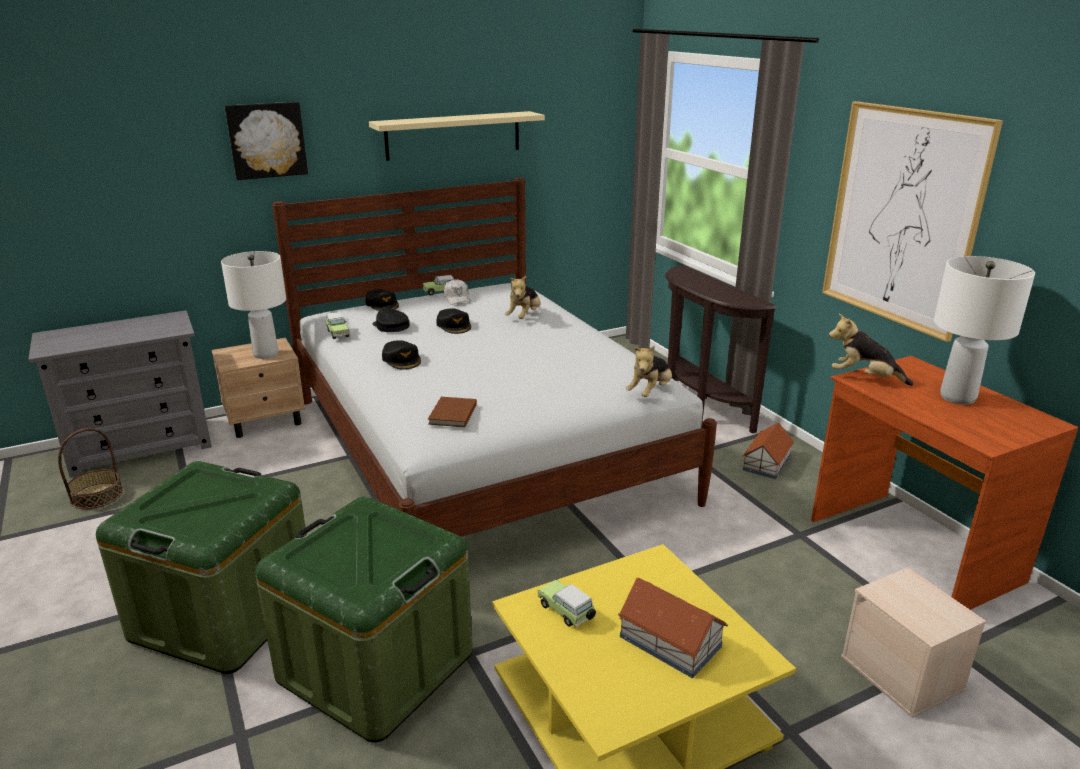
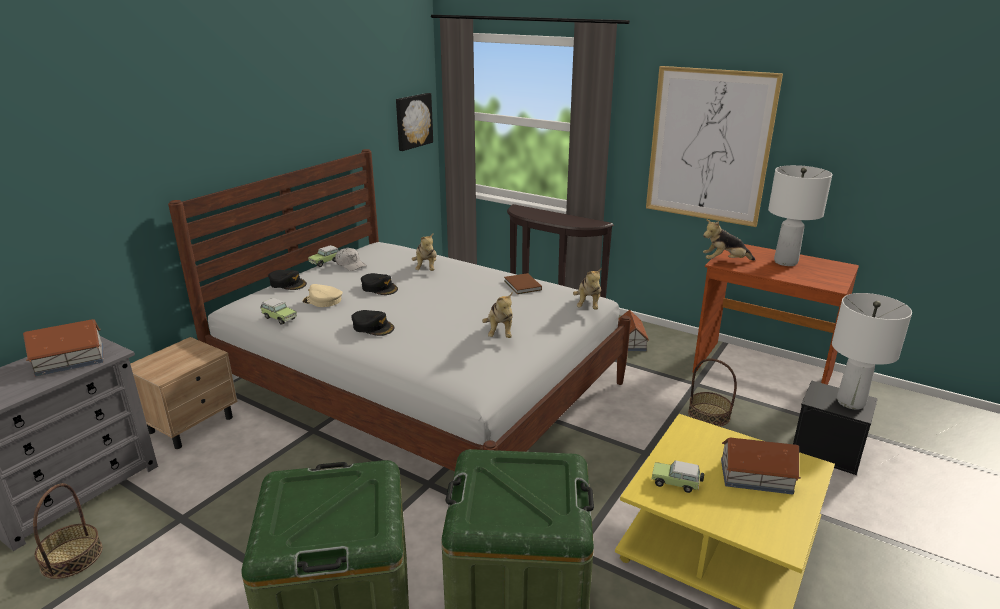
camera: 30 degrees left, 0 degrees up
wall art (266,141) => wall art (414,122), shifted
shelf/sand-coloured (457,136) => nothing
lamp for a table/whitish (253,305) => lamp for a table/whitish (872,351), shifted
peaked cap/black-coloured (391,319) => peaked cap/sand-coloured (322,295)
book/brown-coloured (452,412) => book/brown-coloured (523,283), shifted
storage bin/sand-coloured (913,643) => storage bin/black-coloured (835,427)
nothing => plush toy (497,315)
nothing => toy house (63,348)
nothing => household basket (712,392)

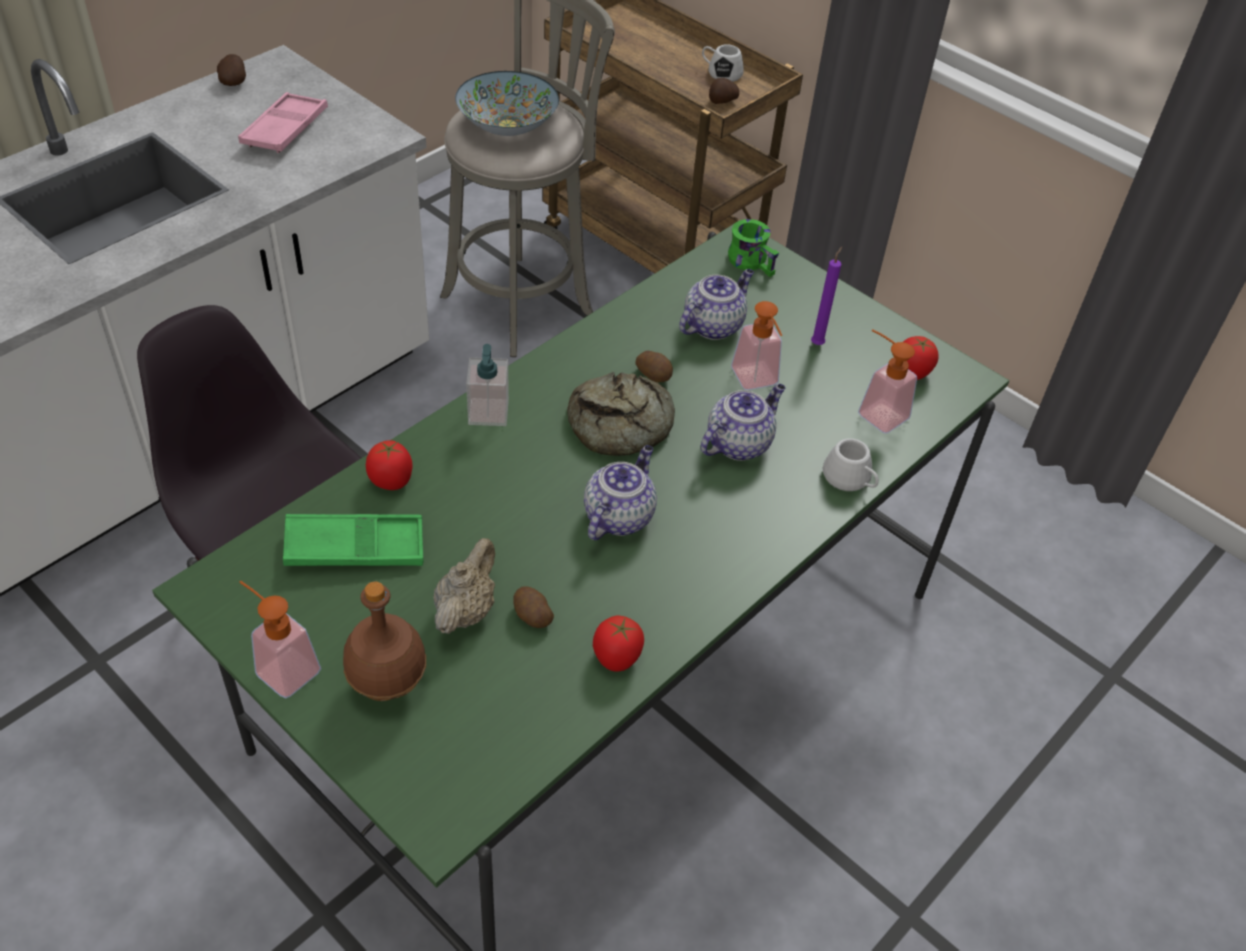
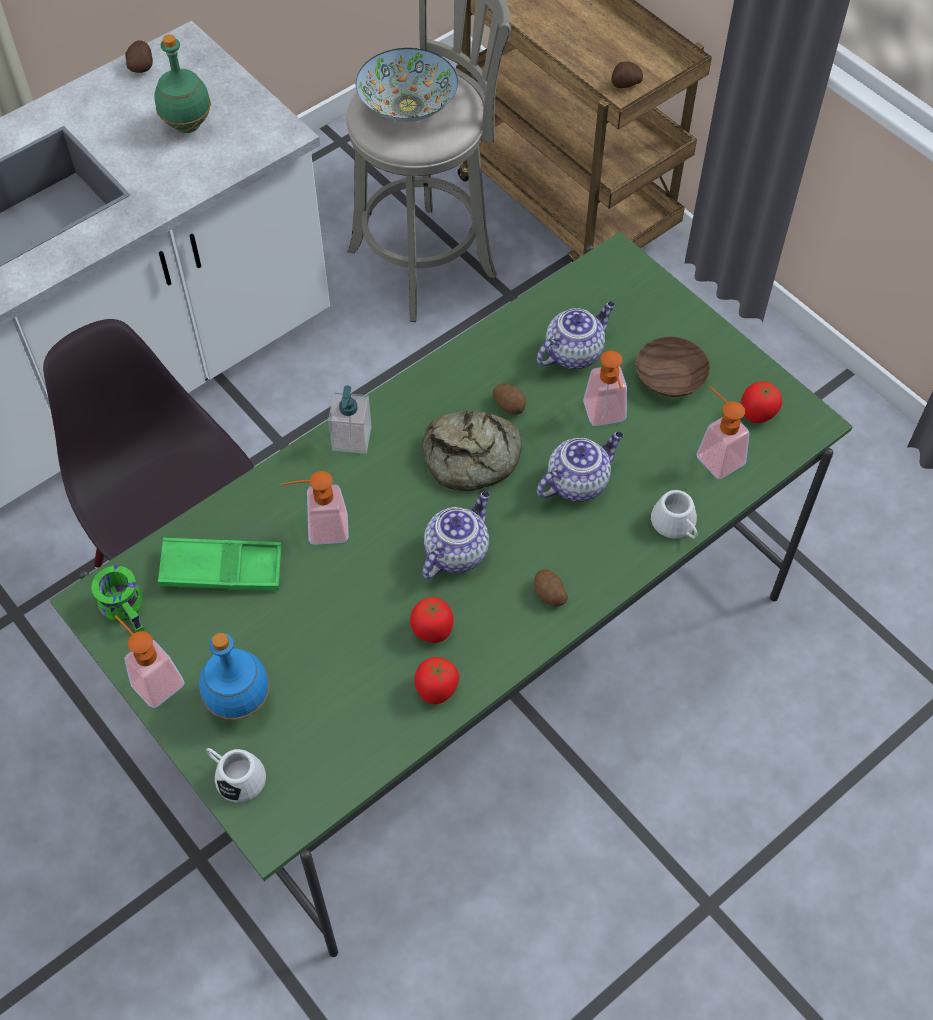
camera: 10 degrees right, 10 degrees up
tea mug/whitish (723,63) => tea mug/whitish (236,775), shifted
tray/pink-coloured (283,122) => bottle/greenish (182,83)
tea mug/greenish (753,248) => tea mug/greenish (117,599), shifted
wax candle/purplish (826,295) => bowl/brown-coloured (672,367)
whole tomato (389,465) => whole tomato (432,620), shifted
pot for tea/sand-coloured (464,586) => nothing
bottle/brown-coloured (384,641) => bottle/bluish (234,676)
whole potato (533,607) => whole potato (551,588), shifted
nothing => soap bottle (315,508)

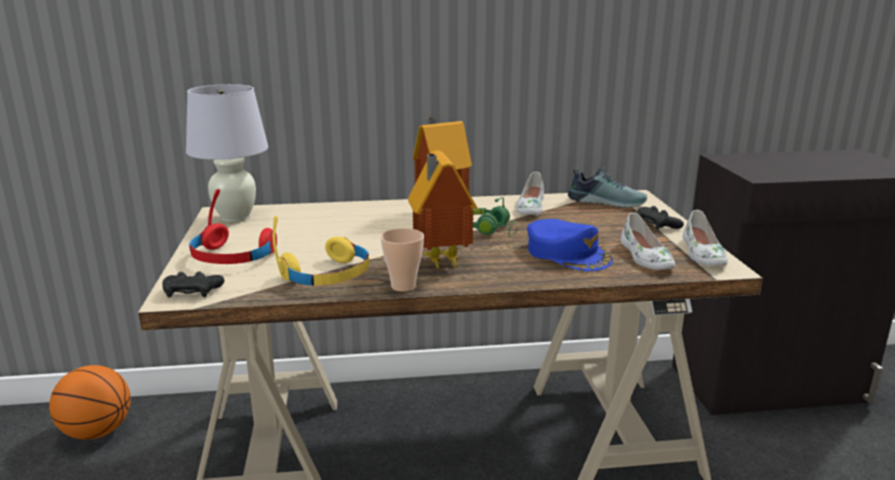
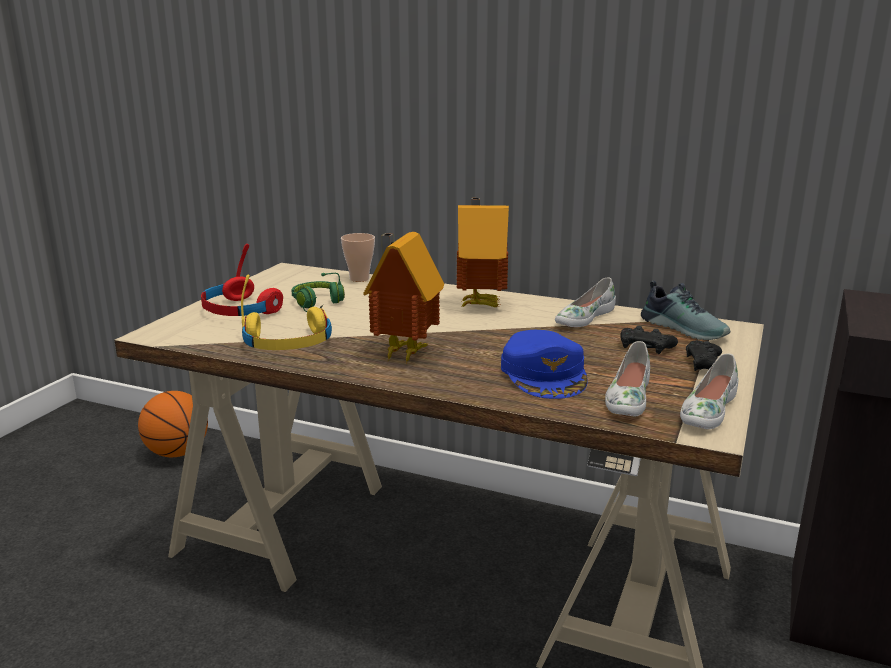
camera: 30 degrees right, 0 degrees up
lamp for a table/whitish (227,153) => nothing
headphones/greenish (495,217) => headphones/greenish (318,292), shifted
drinking cup (402,260) => drinking cup (358,257), shifted
joypad/black-coloured (193,285) => joypad/black-coloured (649,340), shifted

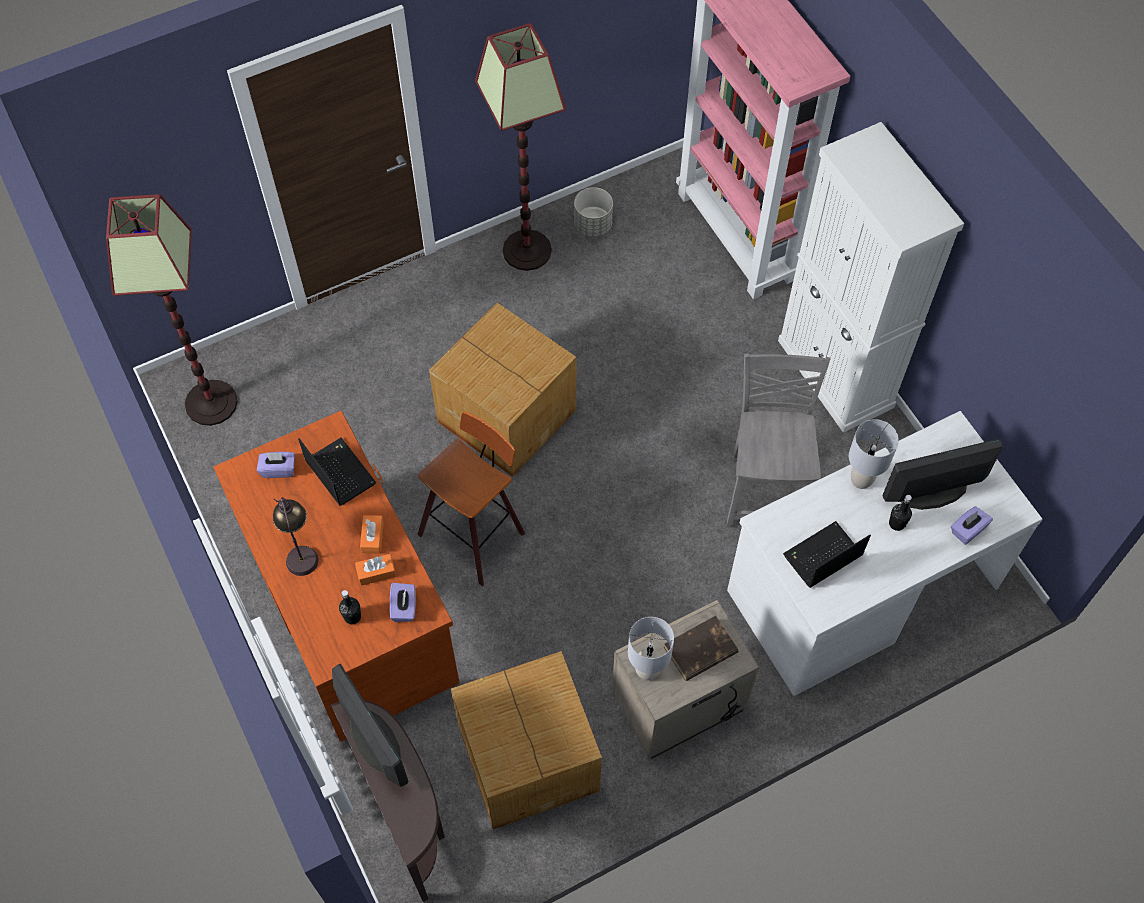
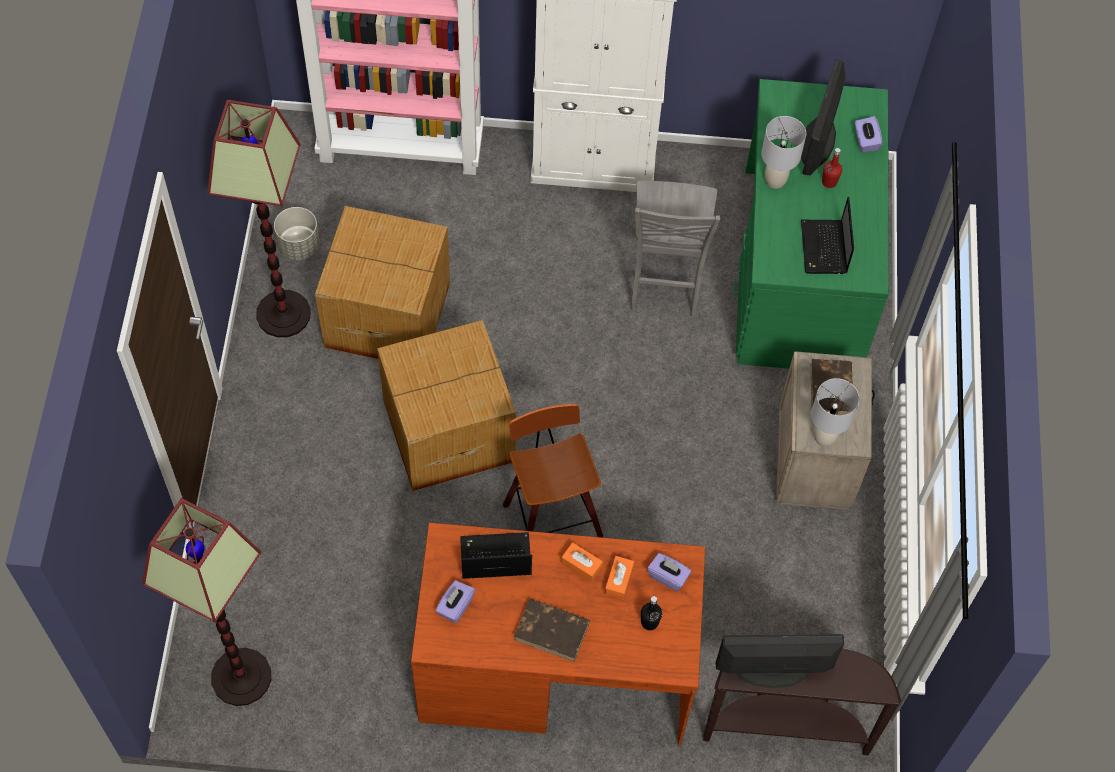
camera: 60 degrees left, 0 degrees up
plain chair/gray (778,440) => plain chair/gray (675,249), 120 degrees counterclockwise
desk unit/whitish (885,553) => desk unit/greenish (811,224)
bottle/black-coloured (900,513) => bottle/reddish (832,168)
lamp for a table (296,536) => book/brown-coloured (552,630)
carton (526,740) => carton (382,282), shifted

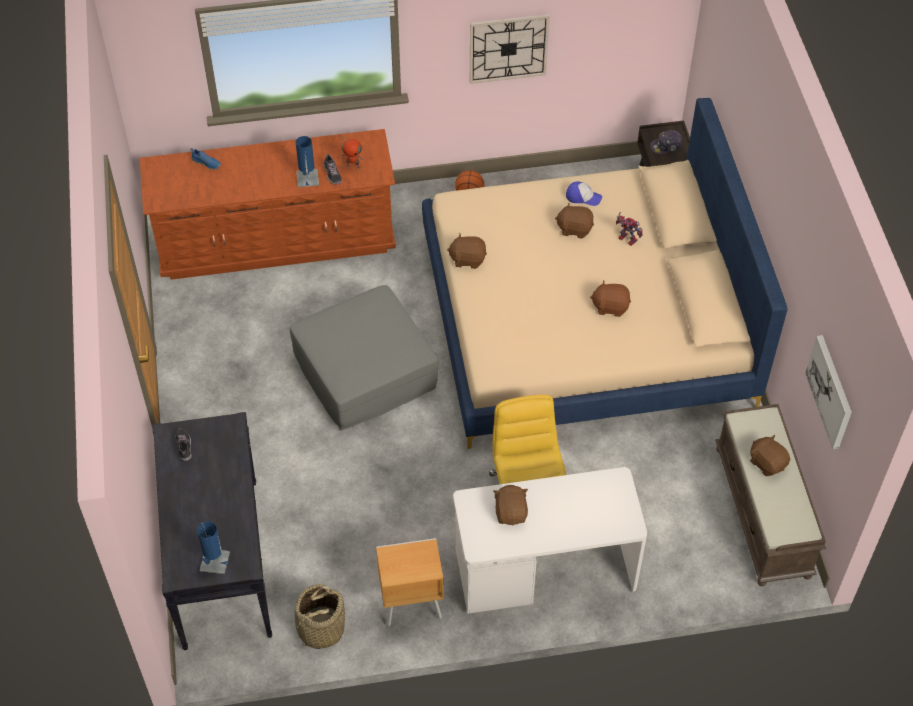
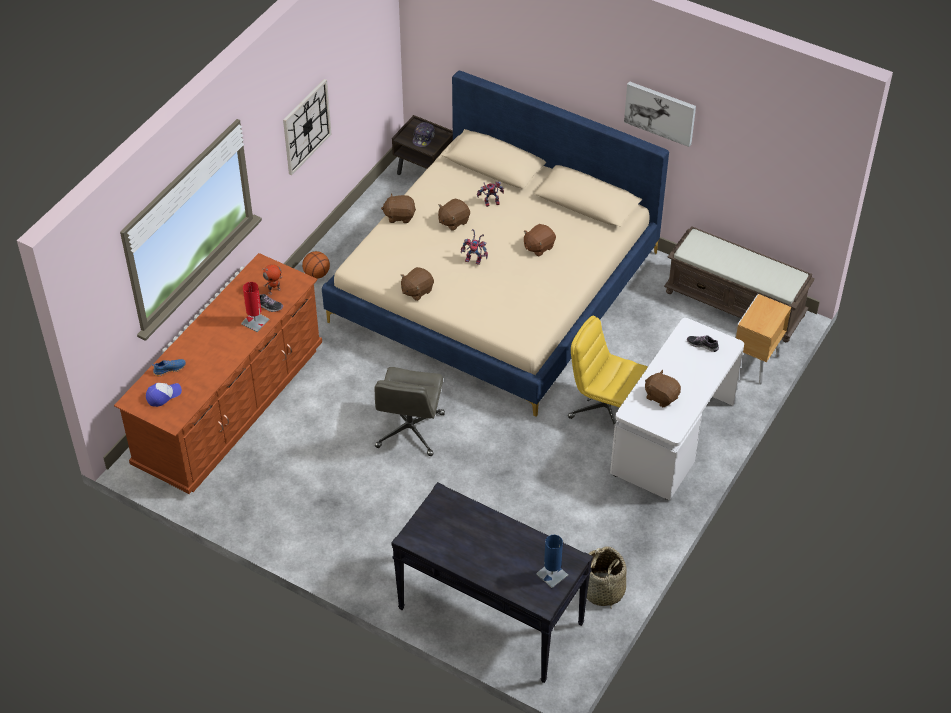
camera: 50 degrees left, 5 degrees down
lamp for a table/bluish (307,161) => lamp for a table/reddish (255,307)
peaked cap (584,193) => peaked cap (164,395), shifted
footrest/gray (364,358) => office chair/gray (409,411)
wall art (828,392) => wall art (660,114), shifted
low shoe (184,445) => low shoe (703,343), shifted
plush toy/brown-coloured (770,455) => plush toy/brown-coloured (398,208), shifted
night table/brown-coloured (410,582) => night table/brown-coloured (763,339), shifted
nothing => toy robot (474,247)

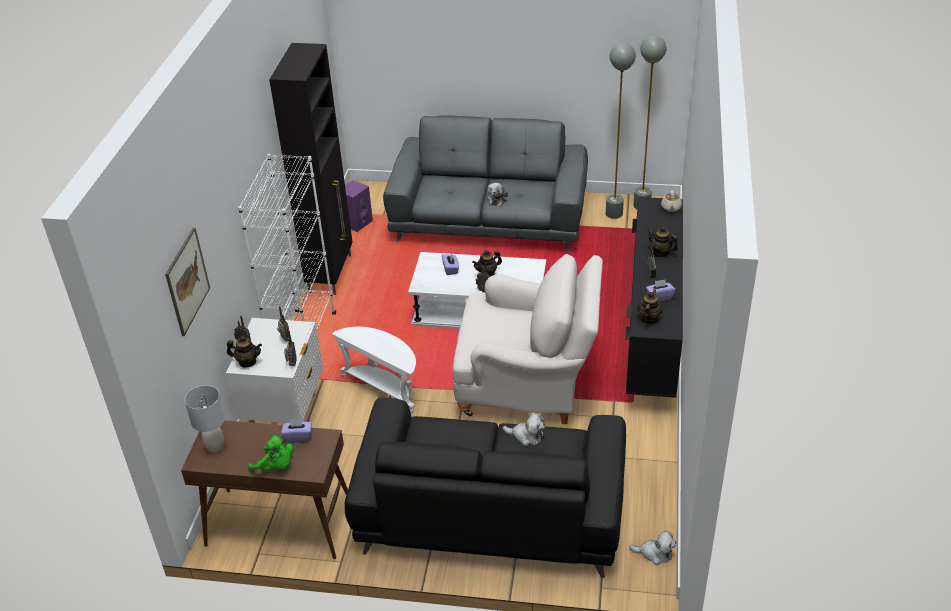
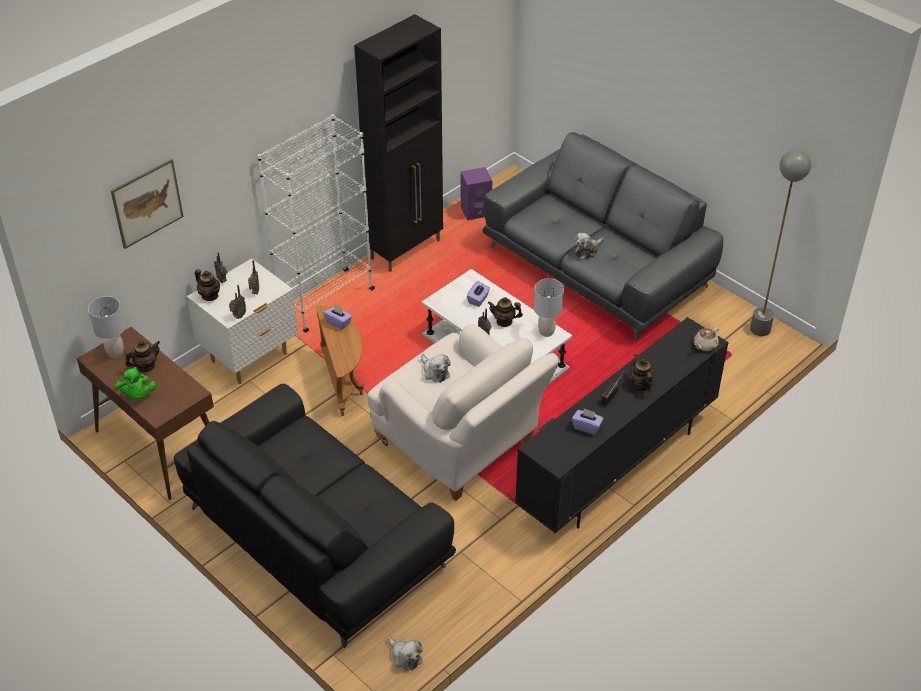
camera: 35 degrees right, 5 degrees up
standing lamp/gray (621,131) => nothing
pot for tea (650,306) => pot for tea (142,356), shifted
end table/whitish (374,371) => end table/brown-coloured (339,360)
plush toy (524,429) => plush toy (436,368), shifted
box of tissues/purplish (296,431) => box of tissues/purplish (337,317), shifted
nothing => lamp for a table/gray (549,307)

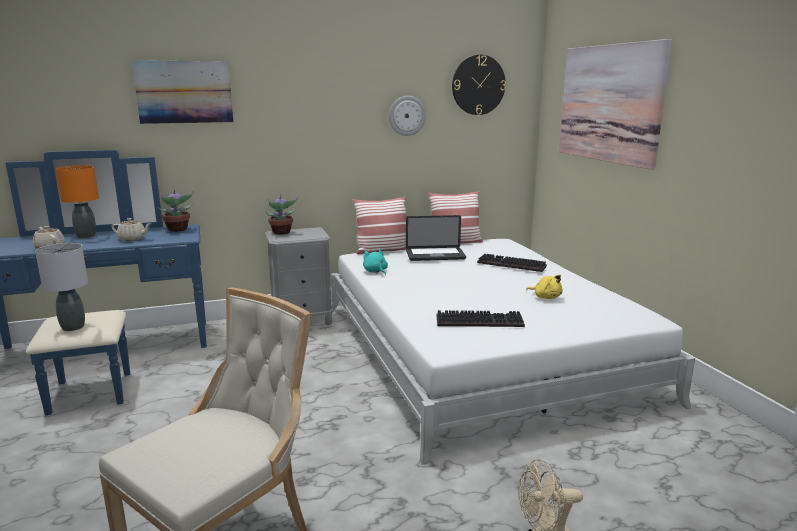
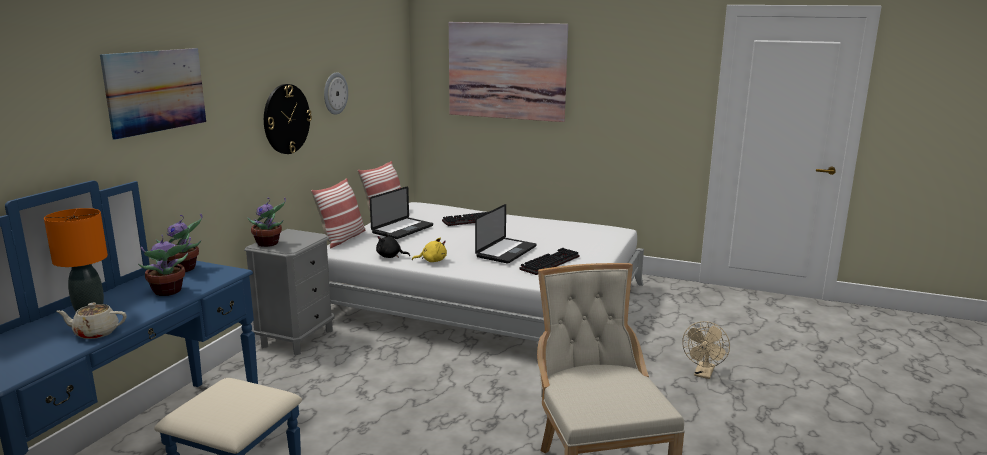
camera: 50 degrees left, 0 degrees up
wall clock (479,85) => wall clock (288,119), shifted
pot for tea/sand-coloured (131,229) => plant in a pot (164,265)
lamp for a table/gray (61,287) => nothing
plush toy/turquoise (375,262) => plush toy/black-coloured (393,245)
plush toy/yellow (544,287) => plush toy/yellow (429,250), shifted
nothing => laptop (505,234)

